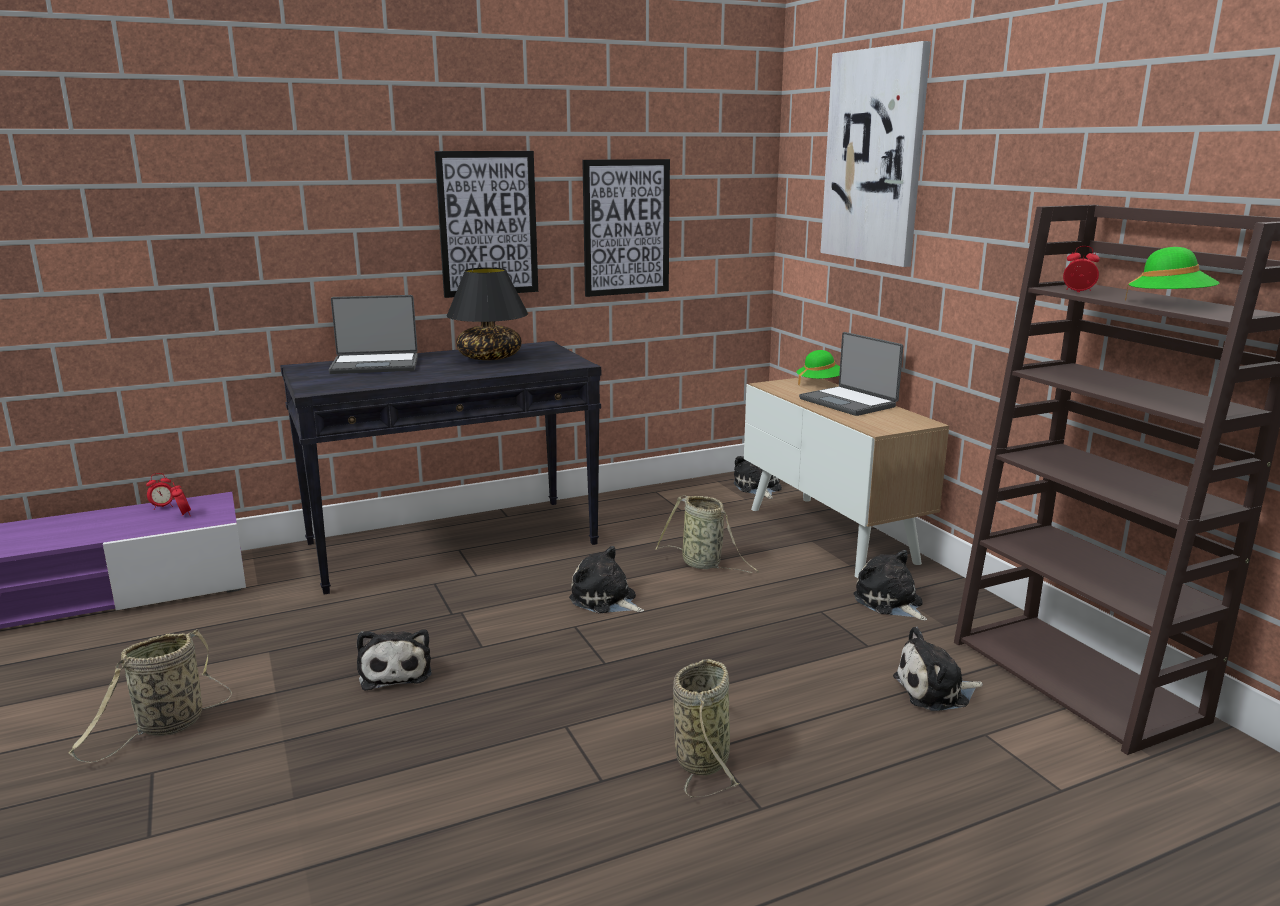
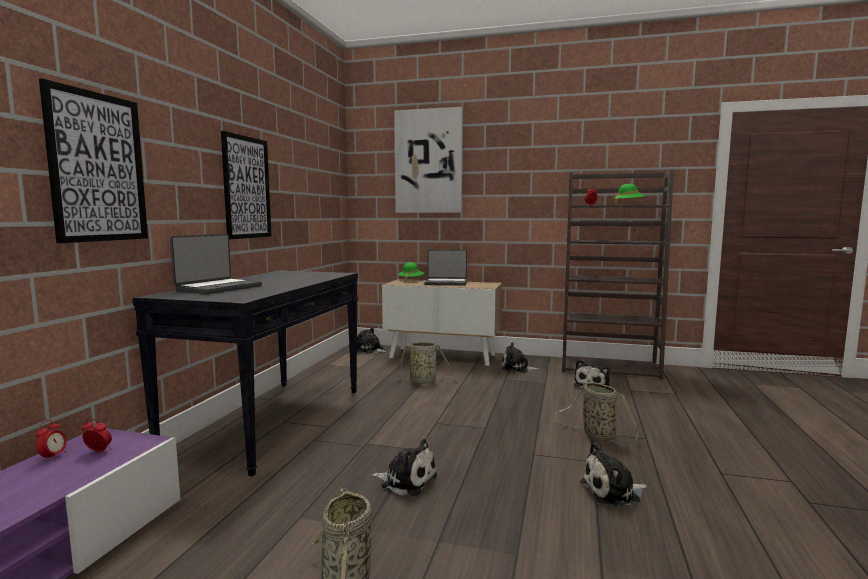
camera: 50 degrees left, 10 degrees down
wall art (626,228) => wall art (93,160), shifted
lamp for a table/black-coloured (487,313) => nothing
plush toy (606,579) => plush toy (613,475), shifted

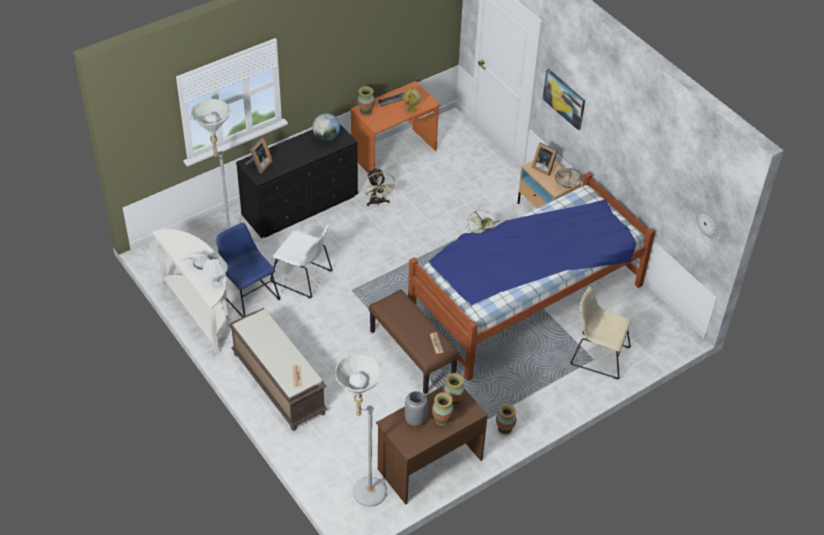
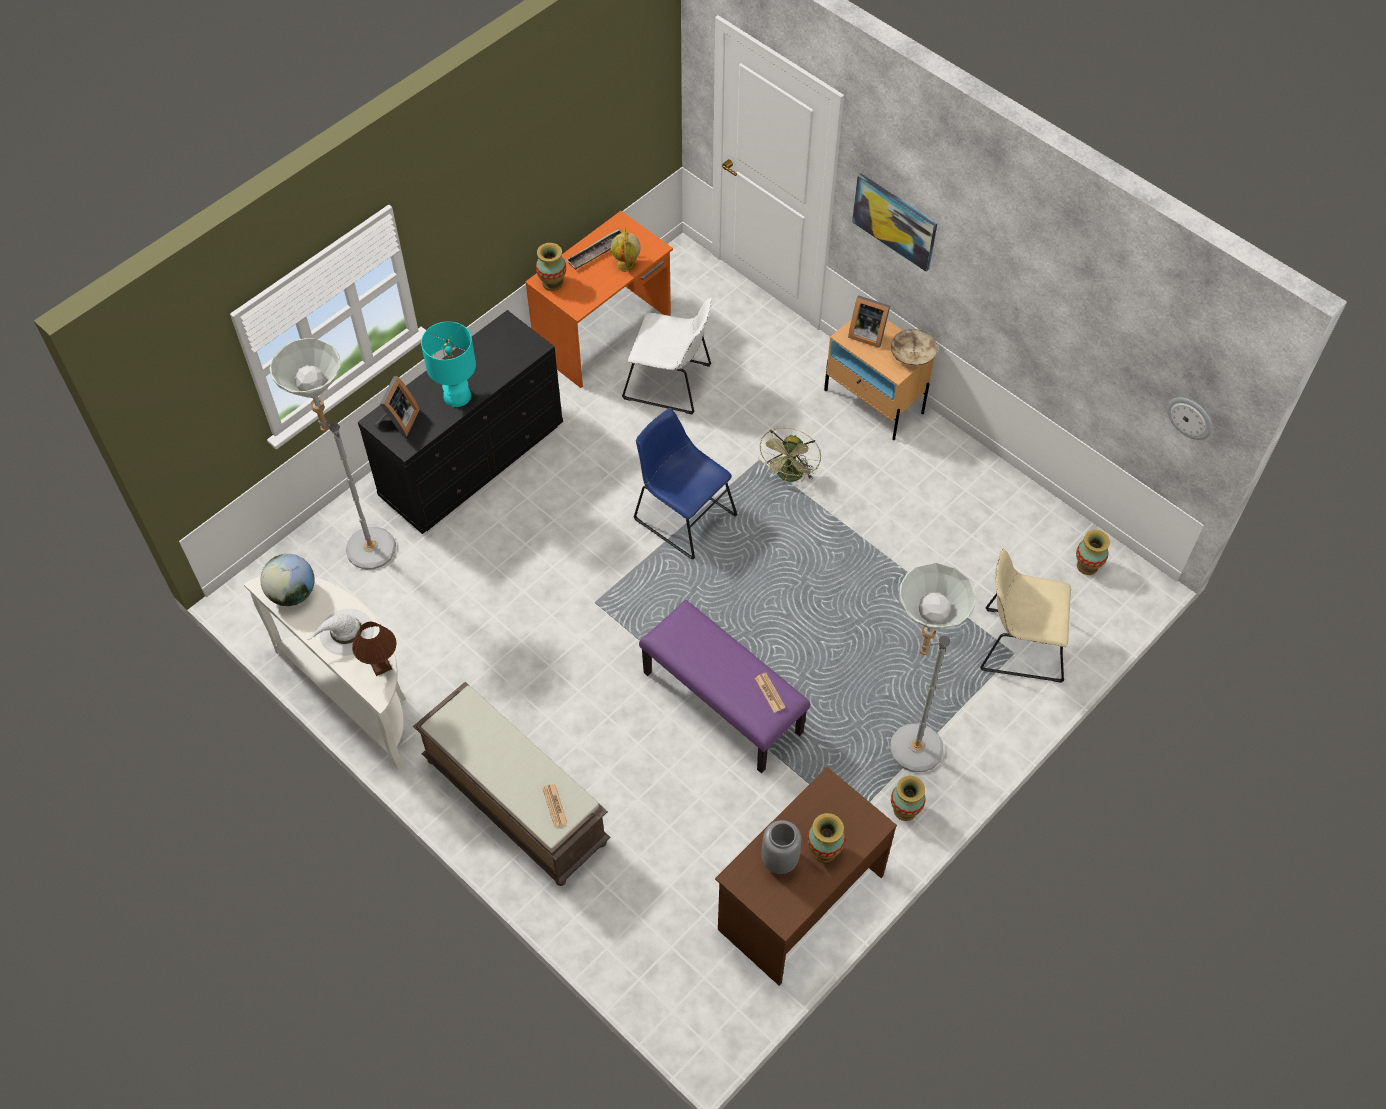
camera: 10 degrees left, 10 degrees up
world globe (326,127) => world globe (287,580), shifted
cooling fan/sand-coloured (379,187) => nothing
bedroom bed (531,276) => nothing
plain chair/bluish (248,270) => plain chair/bluish (686,484), shifted
plain chair/whitish (301,262) => plain chair/whitish (667,356), shifted
lamp for a table/whitish (215,270) => lamp for a table/brown-coloured (374,649)
indoor bench/brown-coloured (414,341) => indoor bench/purplish (724,686)
standing lamp/gray (361,430) => standing lamp/gray (933,667), shifted
decorative vase (454,389) => decorative vase (1093,552), shifted
nothing => lamp for a table/turquoise (448,364)

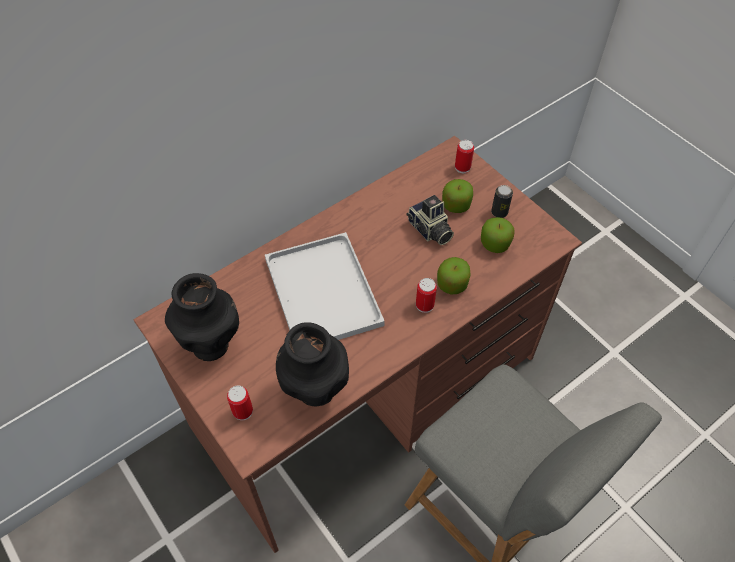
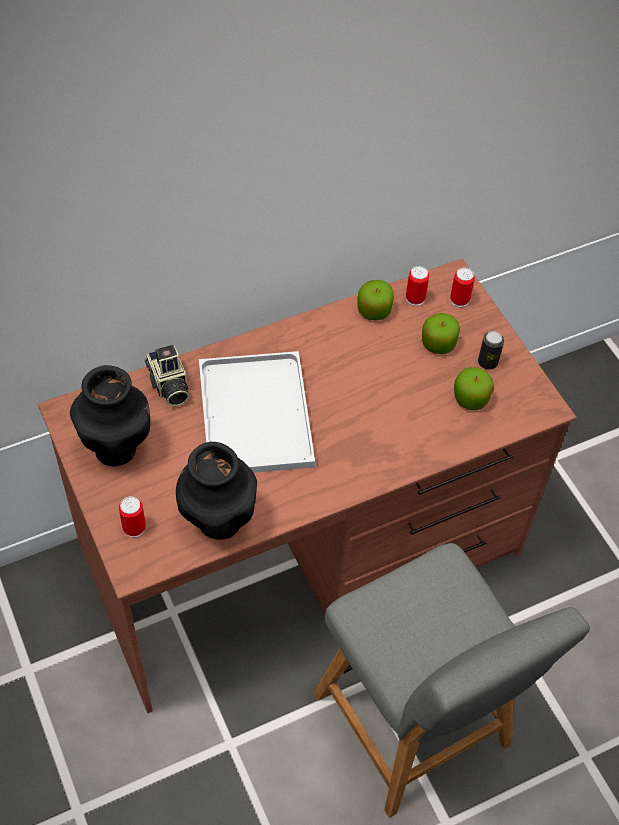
camera: 10 degrees right, 0 degrees up
still camera (430,220) => still camera (167,375), shifted
whole apple (454,276) => whole apple (375,300), shifted
sealed can (426,295) => sealed can (417,286), shifted

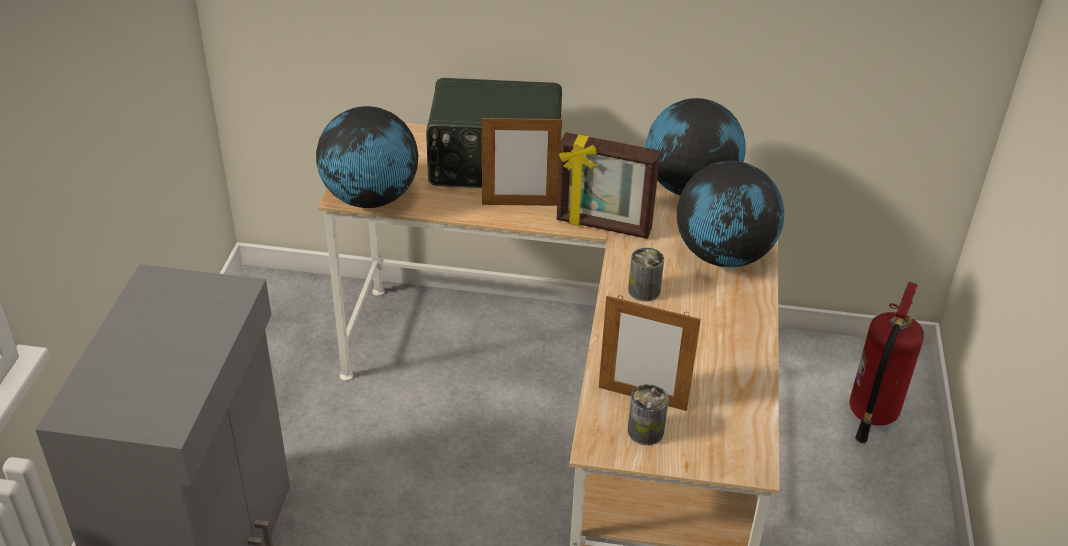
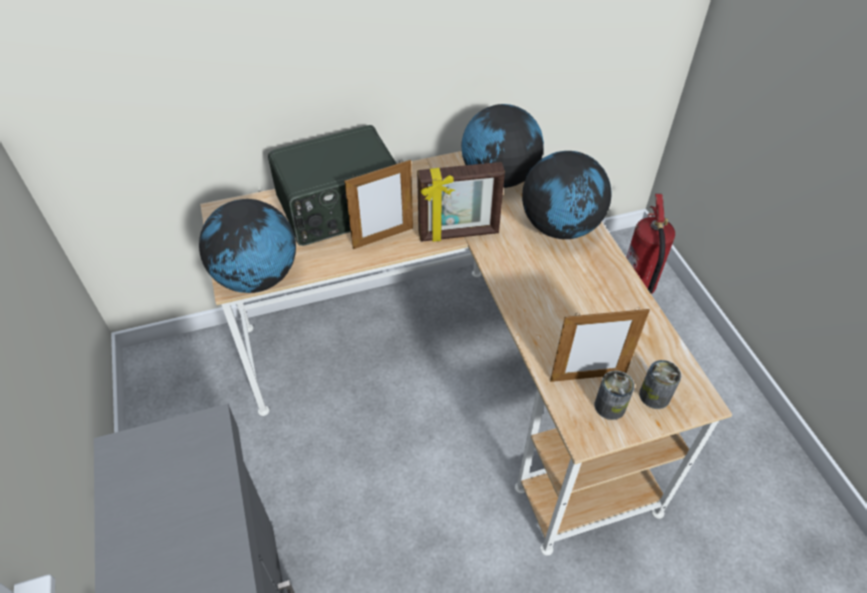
camera: 25 degrees left, 10 degrees up
sealed can (646,274) => sealed can (660,384), shifted

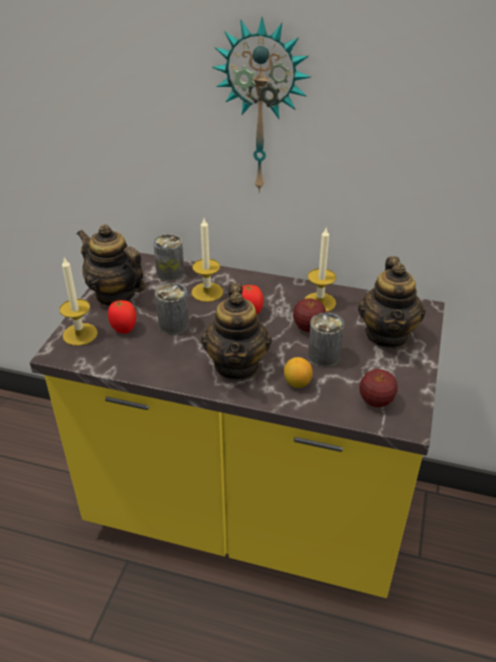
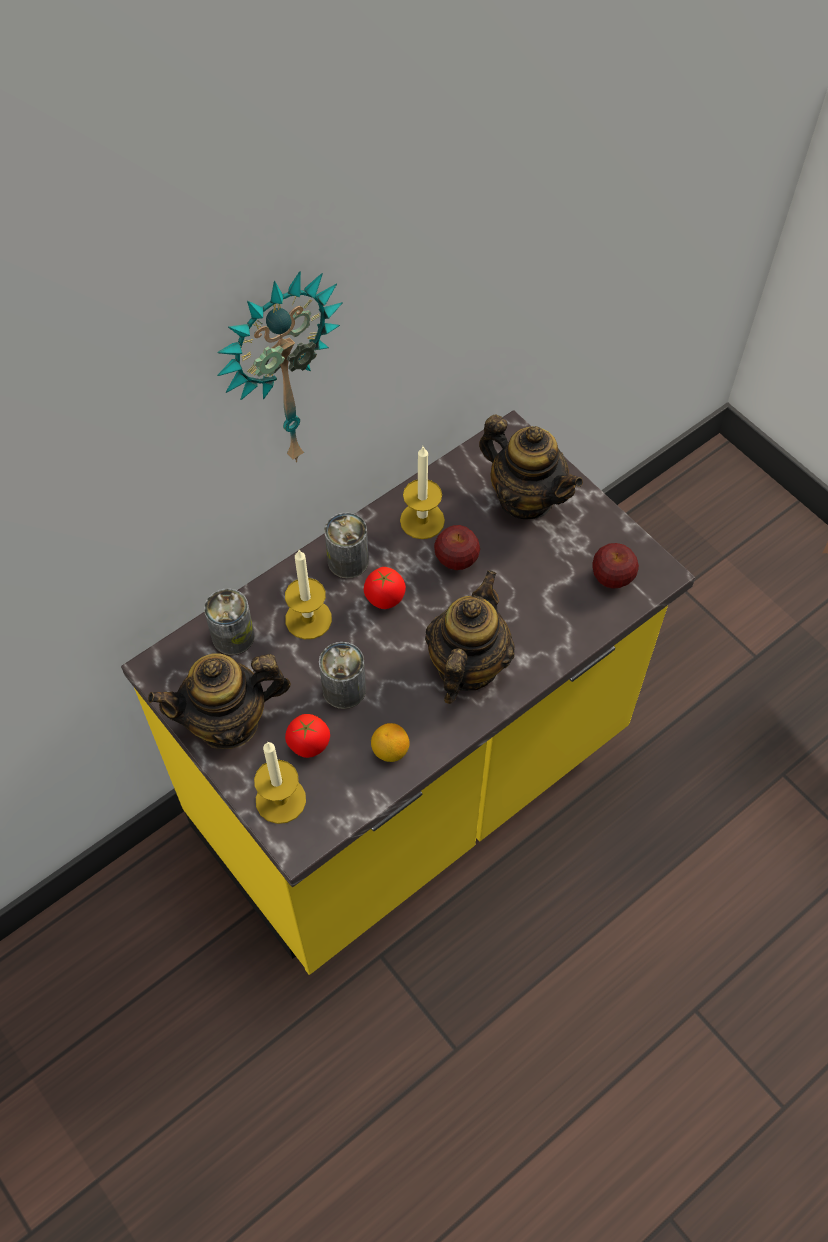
camera: 55 degrees left, 20 degrees up
pot for tea (236,332) => pot for tea (470,637), 105 degrees counterclockwise
sealed can (326,340) => sealed can (346,545), shifted
lemon (298,372) => lemon (390,742), shifted

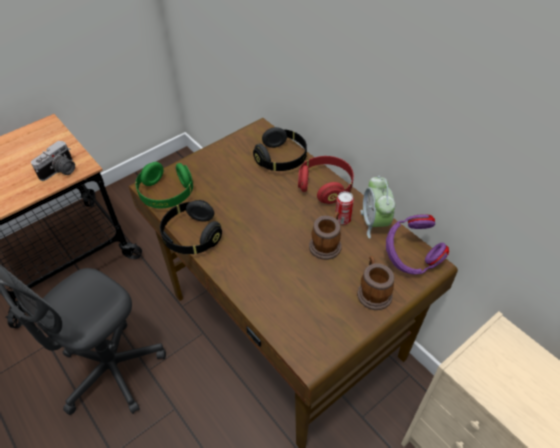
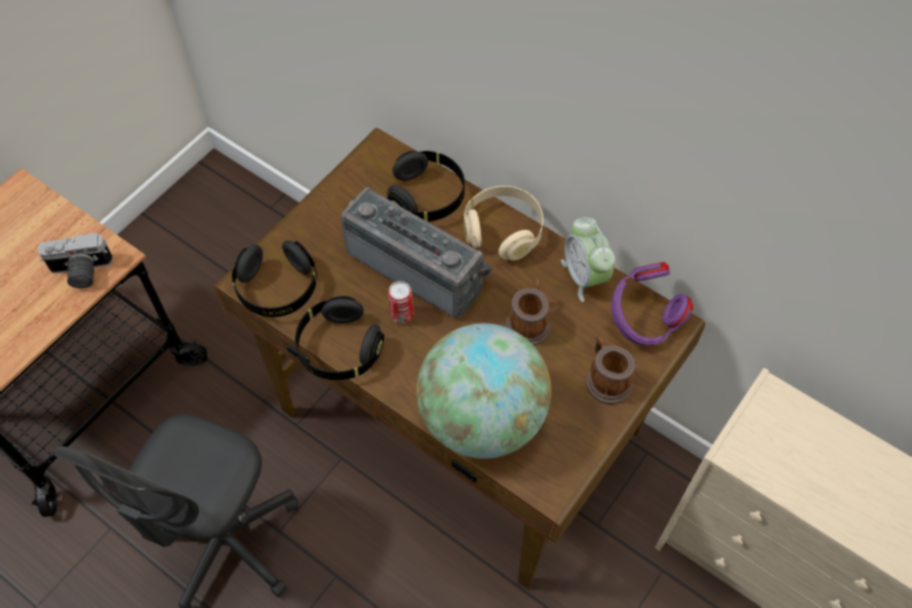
camera: 15 degrees left, 10 degrees up
still camera (53,161) => still camera (75,261), 60 degrees clockwise
headphones/reddish (326,180) => headphones/sand-coloured (503,223)
headphones/greenish (164,185) => headphones/black-coloured (274,278)
sealed can (344,208) => sealed can (401,302), shifted
nothing => radio set (417,252)
nothing => world globe (483,391)

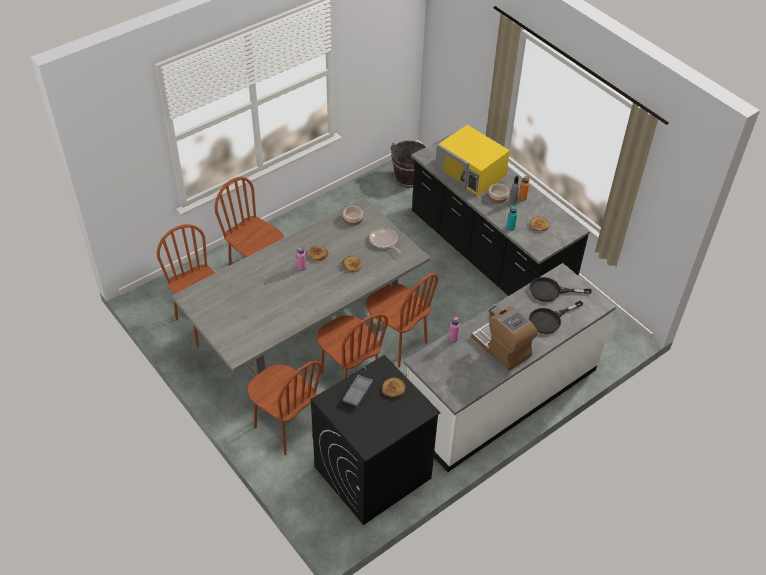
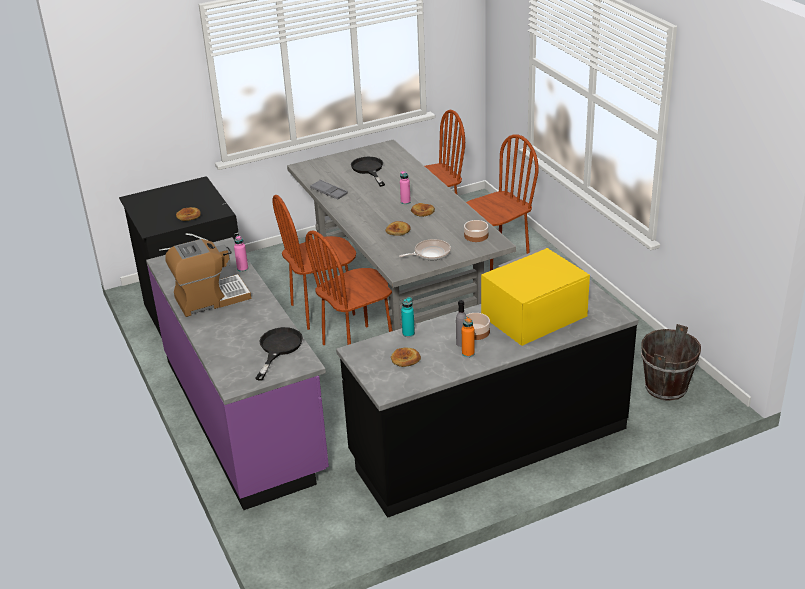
camera: 105 degrees right, 15 degrees down
kitchen base unit/whitish (510,367) => kitchen base unit/purplish (237,373)
skillet/black-coloured (556,317) => skillet/black-coloured (368,172), shifted
plain chair/brown-coloured (284,407) => nothing
tray/gray (357,390) => tray/gray (329,190), shifted

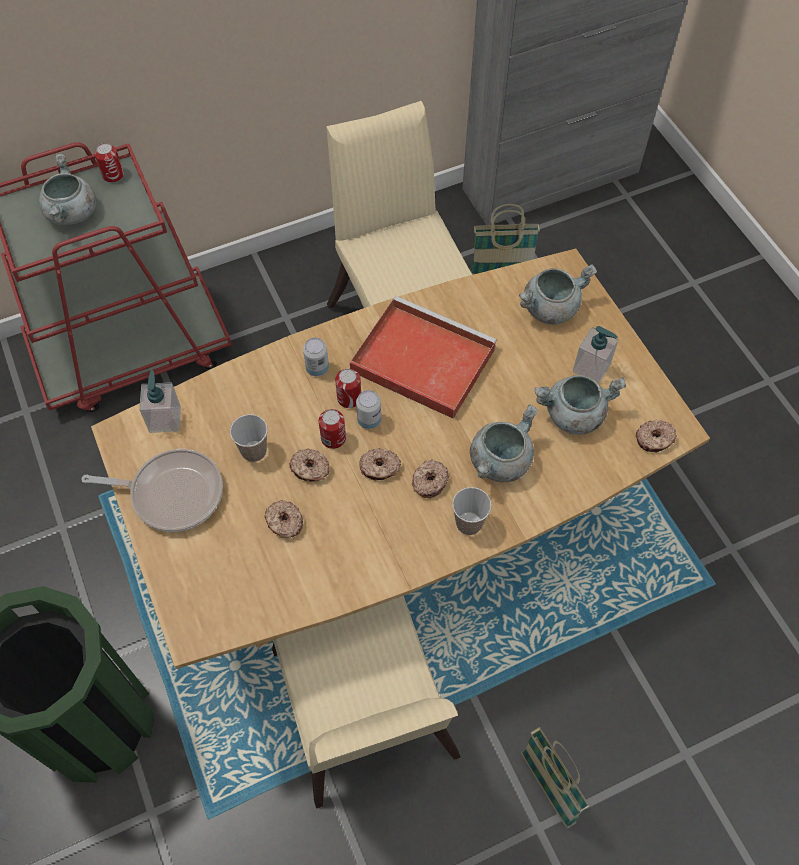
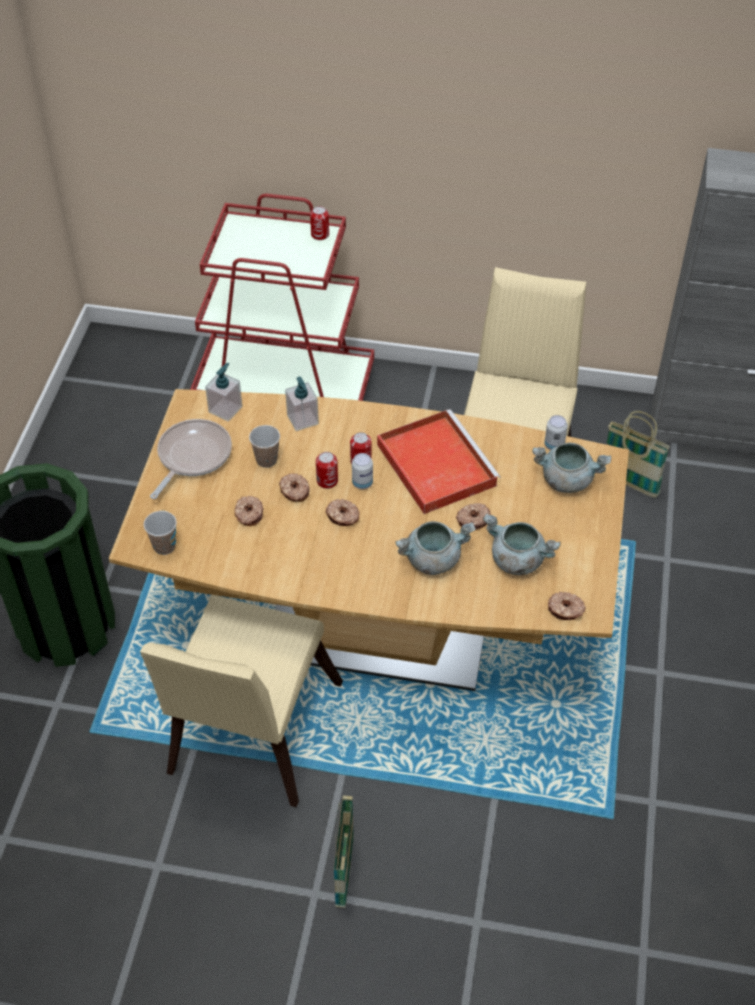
camera: 35 degrees right, 10 degrees down
saucepot/gray (67,189) => nothing
soap bottle (596,355) => soap bottle (302,404), shifted
sealed can (316,356) => sealed can (556,432), shifted
skillet (152,490) => skillet (191,459), 105 degrees counterclockwise
doughnut (430,478) => doughnut (473,516), shifted
drinking cup (472,511) => drinking cup (160,533), shifted

